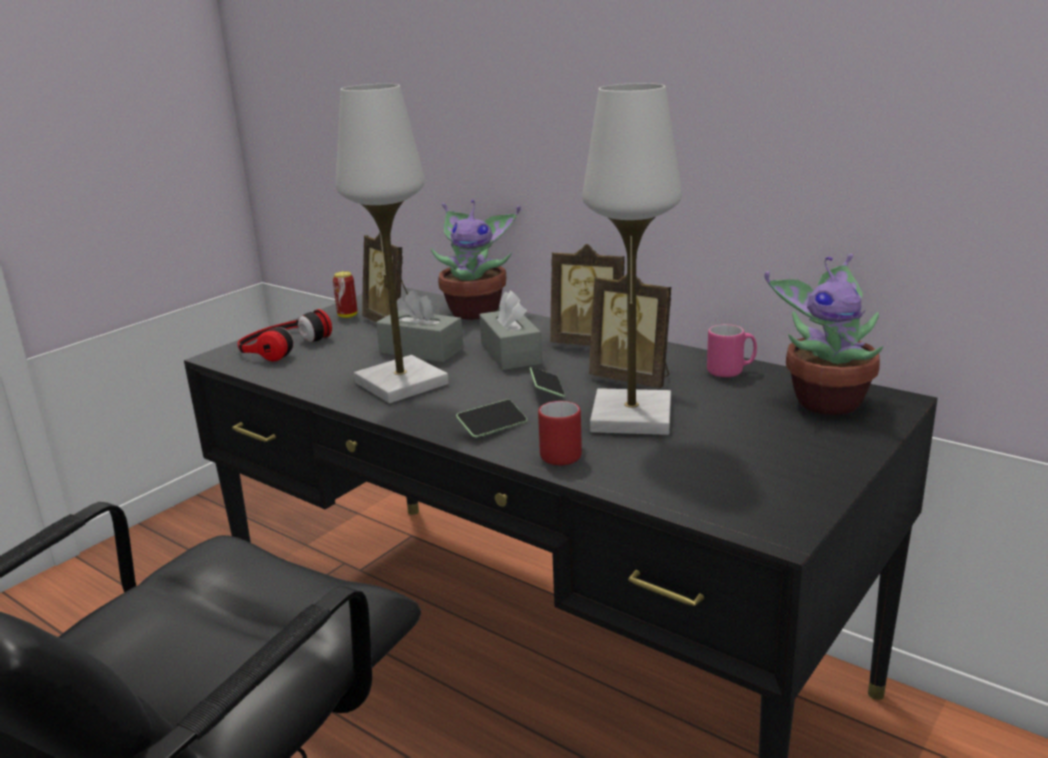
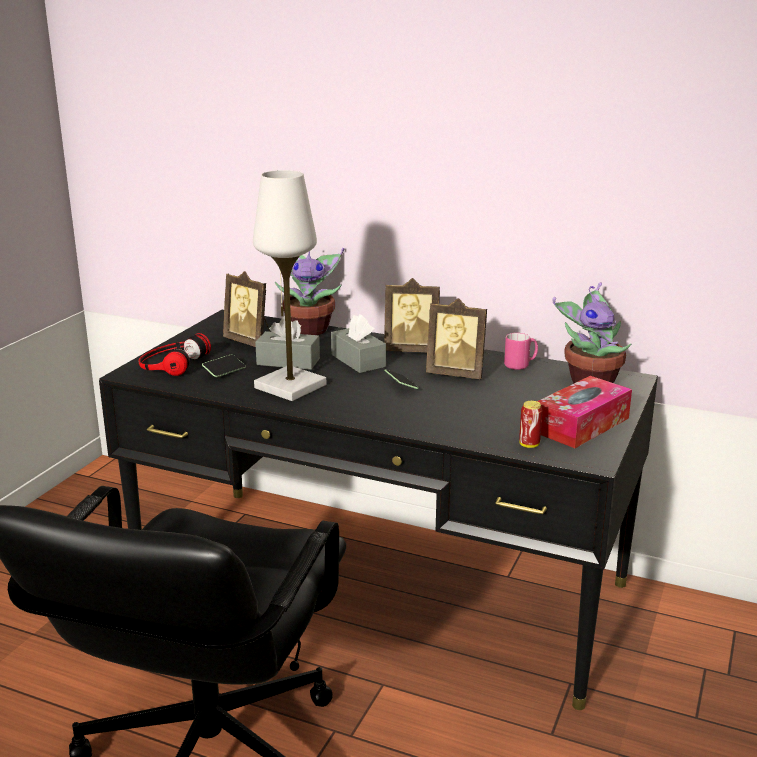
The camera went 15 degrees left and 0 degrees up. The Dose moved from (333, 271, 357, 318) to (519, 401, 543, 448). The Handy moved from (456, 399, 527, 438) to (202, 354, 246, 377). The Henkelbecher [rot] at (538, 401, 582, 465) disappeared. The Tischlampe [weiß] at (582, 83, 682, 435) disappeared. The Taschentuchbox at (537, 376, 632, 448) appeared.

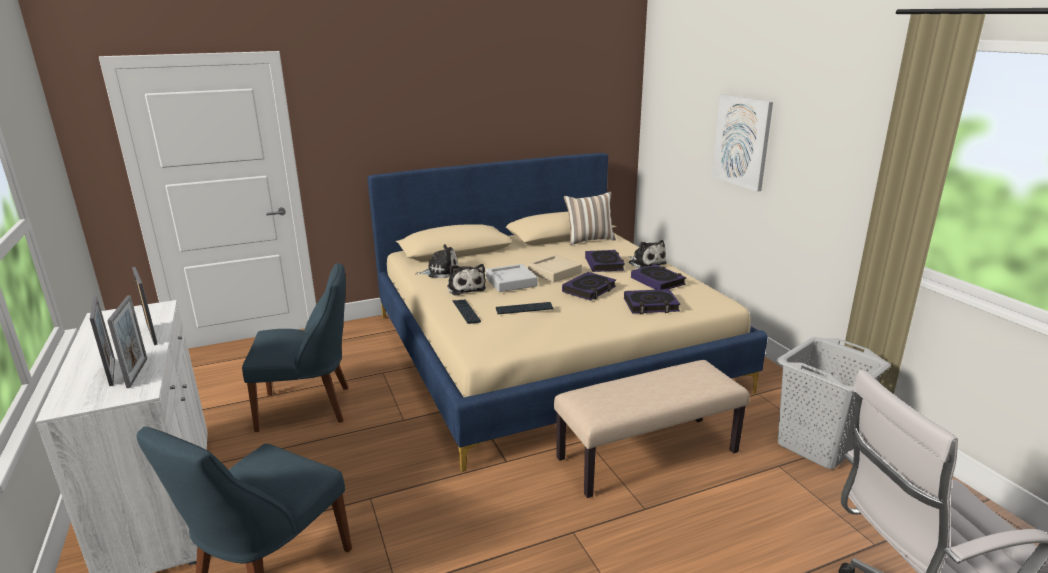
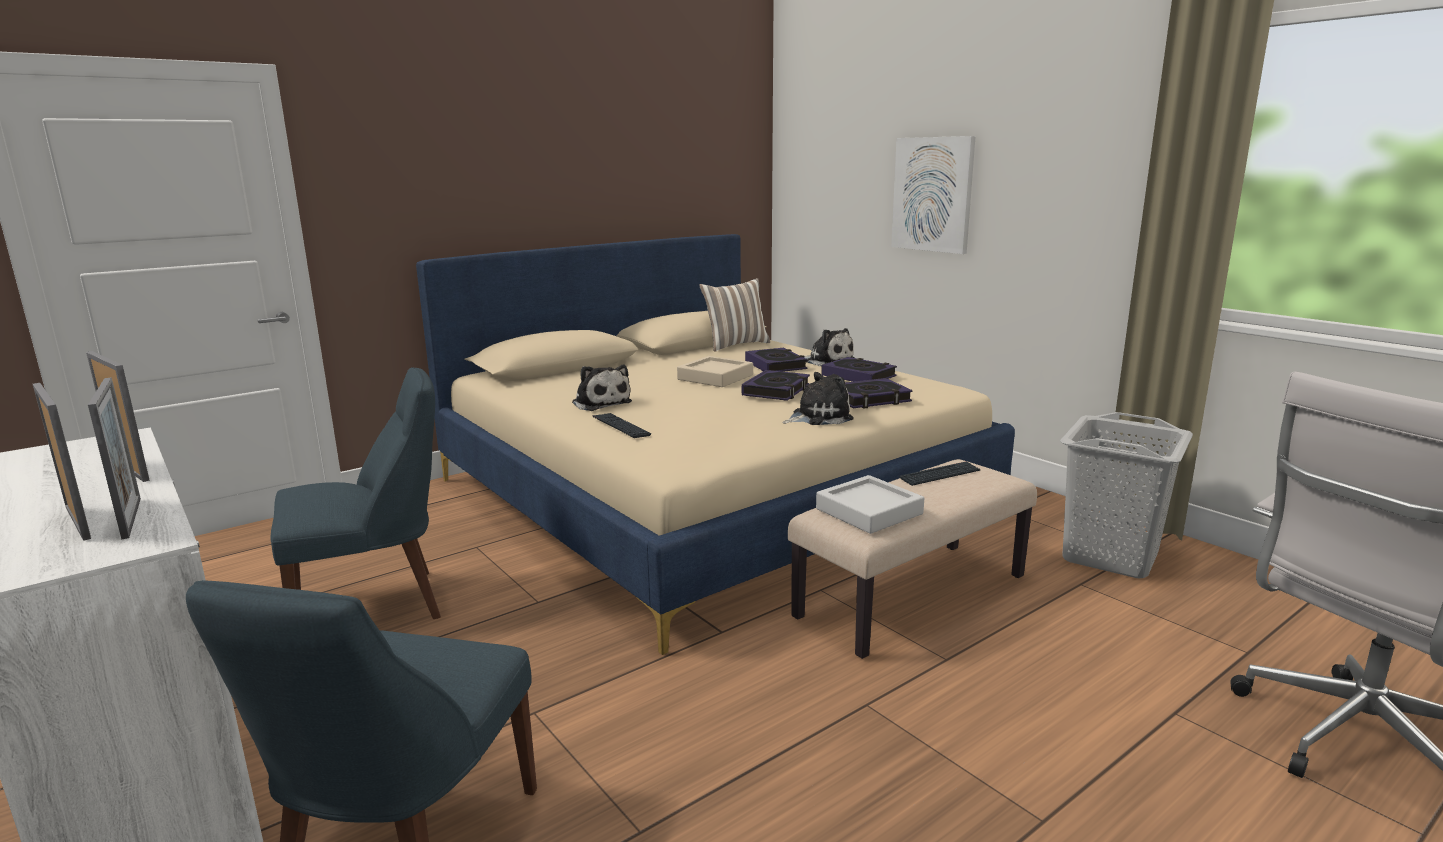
The camera went 15 degrees left and 5 degrees down. The Plüschtier moved from (416, 244, 458, 278) to (782, 372, 854, 425). The Tablett [grau] moved from (486, 264, 537, 292) to (816, 475, 924, 534). The Tastatur moved from (496, 302, 554, 314) to (900, 461, 981, 486).

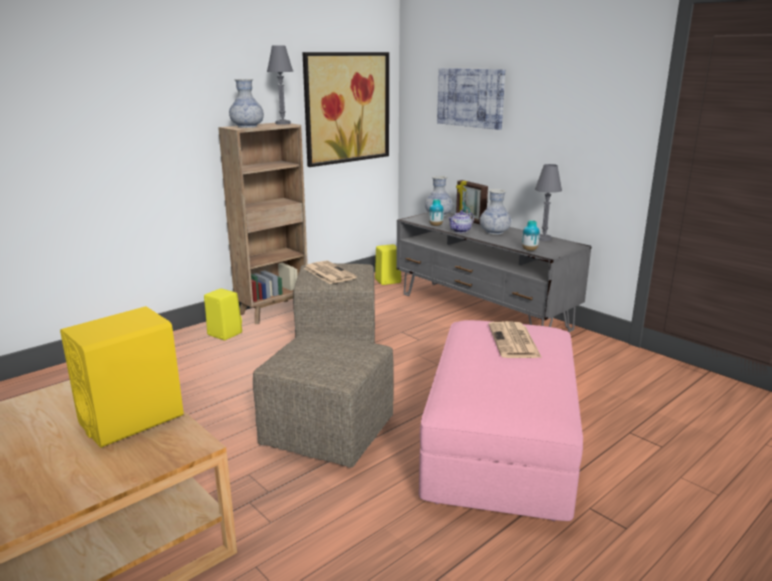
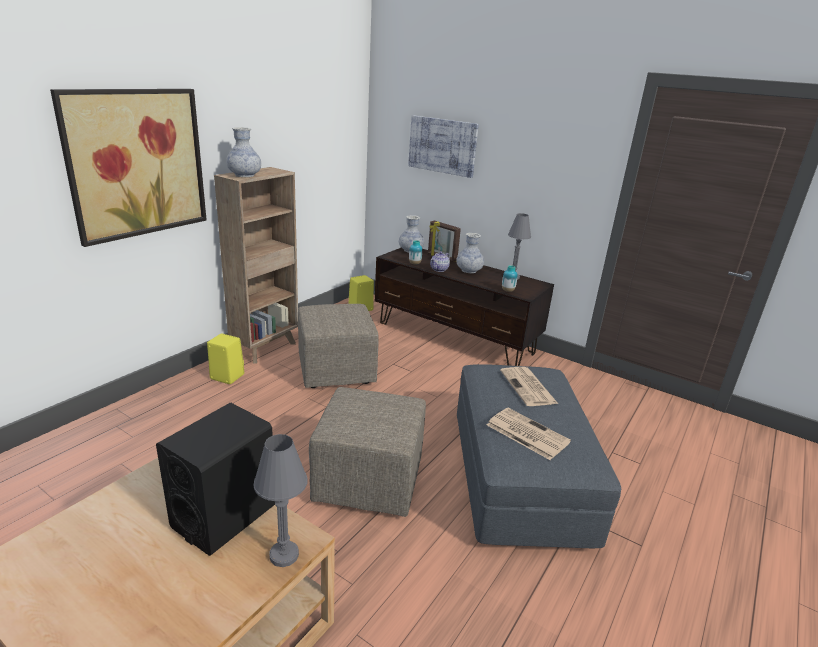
The camera went 15 degrees left and 5 degrees up. The Lautsprecher [gelb] at (60, 306, 184, 448) became the Lautsprecher [schwarz] at (156, 403, 275, 556). The Tischlampe [grau] moved from (267, 46, 293, 125) to (253, 434, 308, 567). The Bild moved from (302, 52, 389, 167) to (50, 89, 207, 247). The Zeitung moved from (303, 261, 357, 284) to (487, 408, 571, 460). The Fernsehschrank [grau] at (396, 213, 591, 332) became the Fernsehschrank [braun] at (375, 248, 554, 366). The Polsterhocker [rosa] at (419, 320, 583, 521) became the Polsterhocker [grau] at (457, 364, 621, 548).

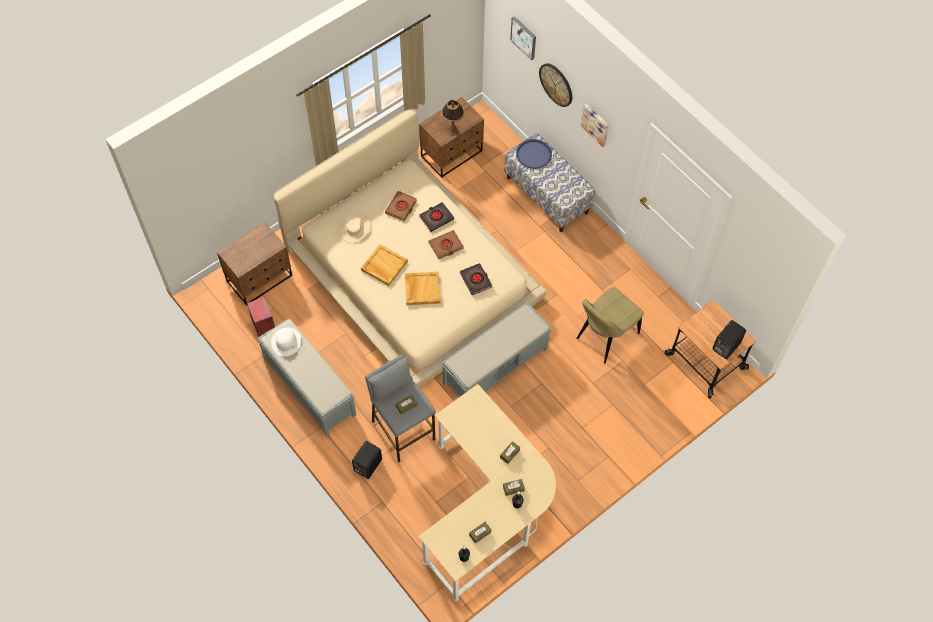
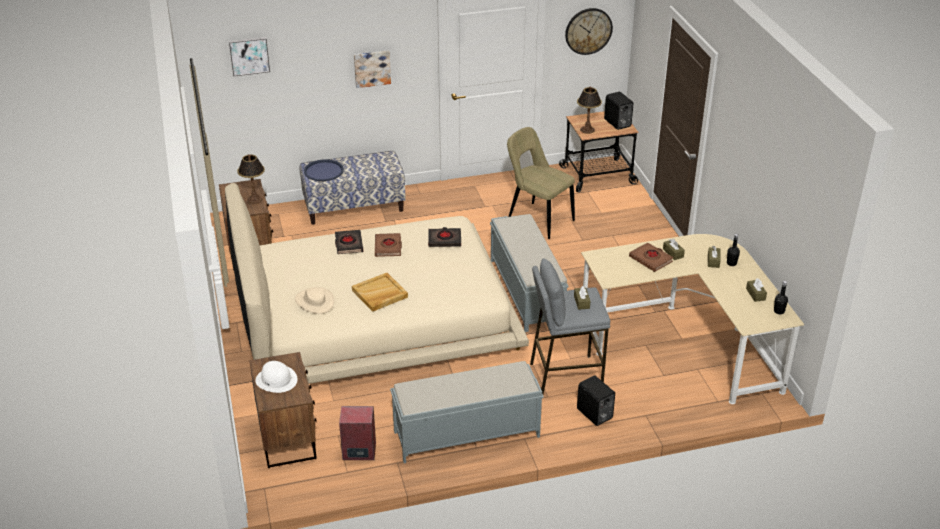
The camera went 65 degrees left and 25 degrees down. The Hut [weiß] moved from (271, 327, 301, 356) to (255, 361, 298, 393). The Buch [braun] moved from (385, 191, 417, 221) to (629, 243, 673, 272). The Tablett [beige] at (405, 272, 441, 305) disappeared. The Wanduhr moved from (539, 63, 572, 107) to (565, 8, 613, 55). The Stuhl [beige] at (576, 287, 644, 363) turned 150 degrees clockwise. The Tischlampe at (577, 87, 602, 134) appeared.

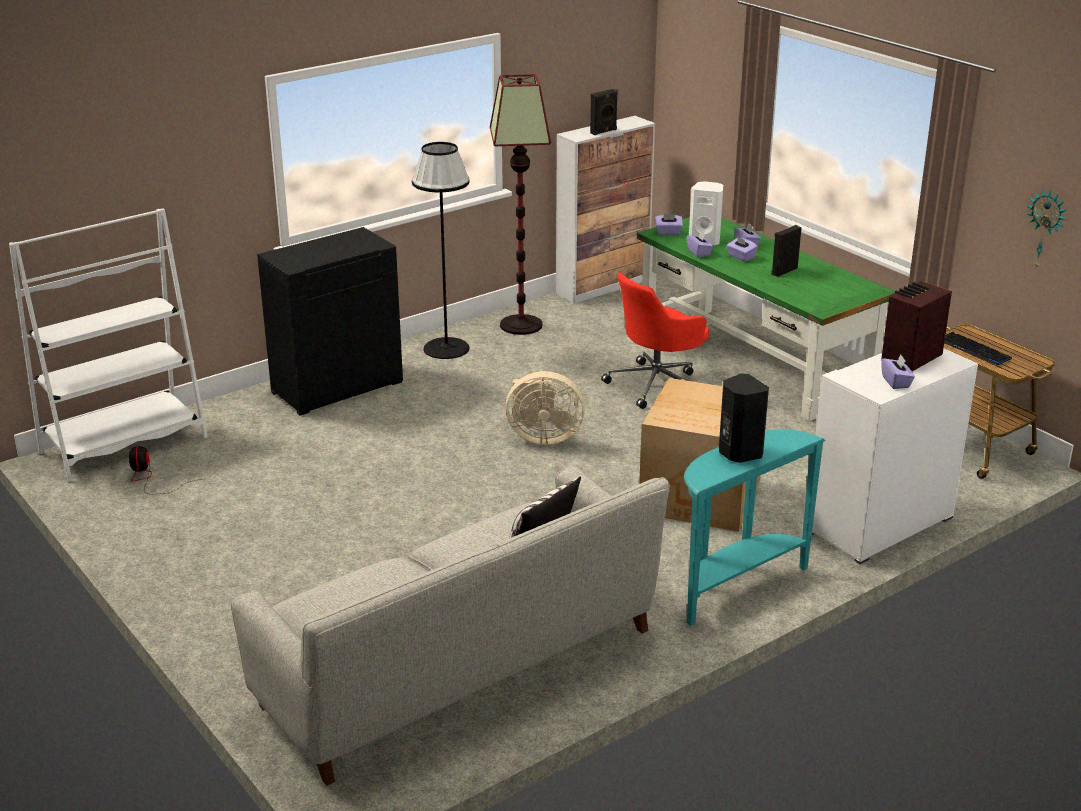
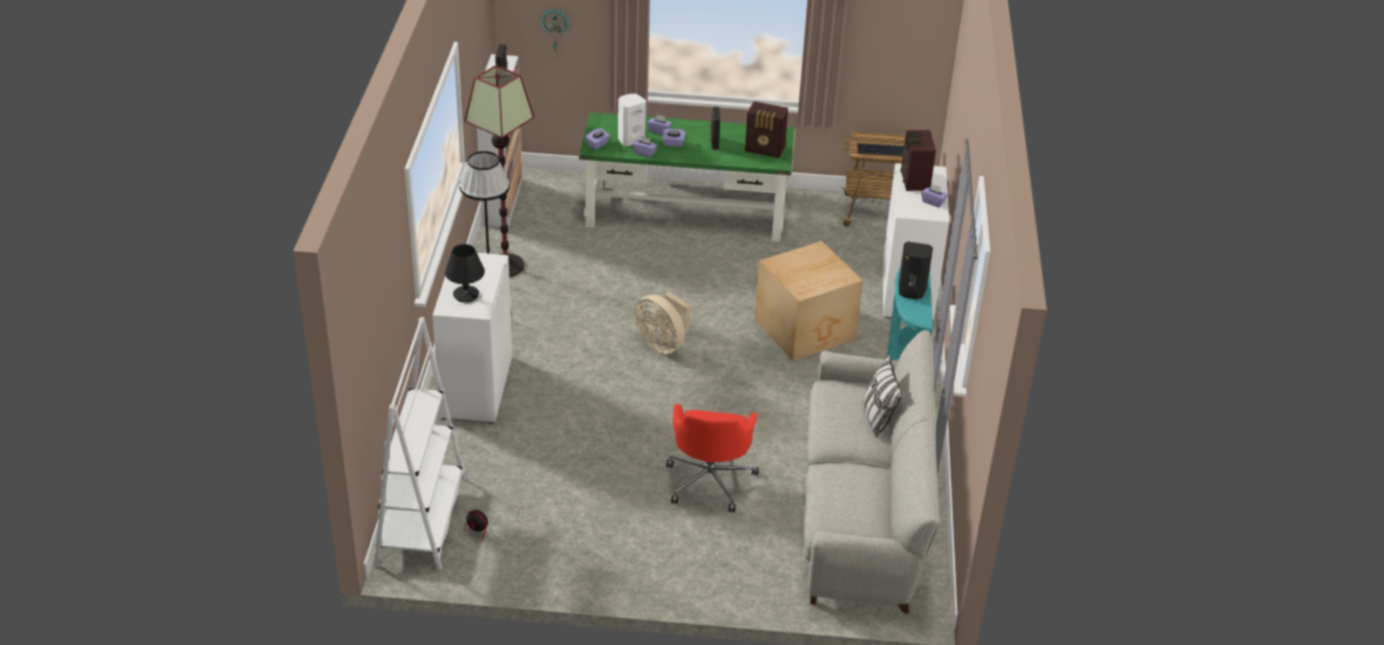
The camera went 50 degrees left and 10 degrees up. The Schrank [schwarz] at (257, 227, 403, 415) became the Schrank [weiß] at (432, 253, 513, 424). The Ventilator [beige] at (505, 371, 585, 445) turned 90 degrees clockwise. The Bürostuhl [rot] moved from (601, 272, 710, 409) to (666, 404, 759, 512). The Wanduhr moved from (1027, 190, 1067, 269) to (540, 8, 571, 59). The Tischlampe [schwarz] at (445, 244, 485, 302) appeared. The Radio at (745, 101, 788, 158) appeared.

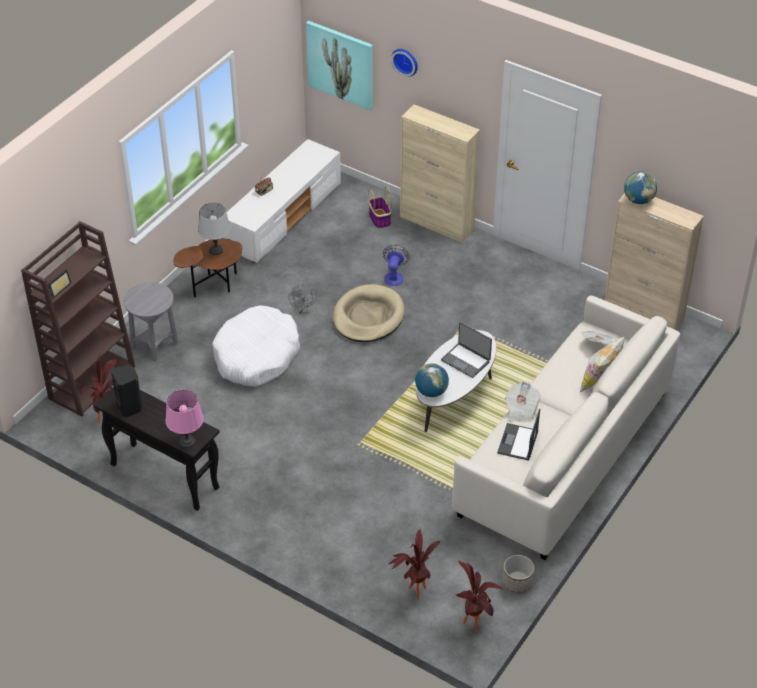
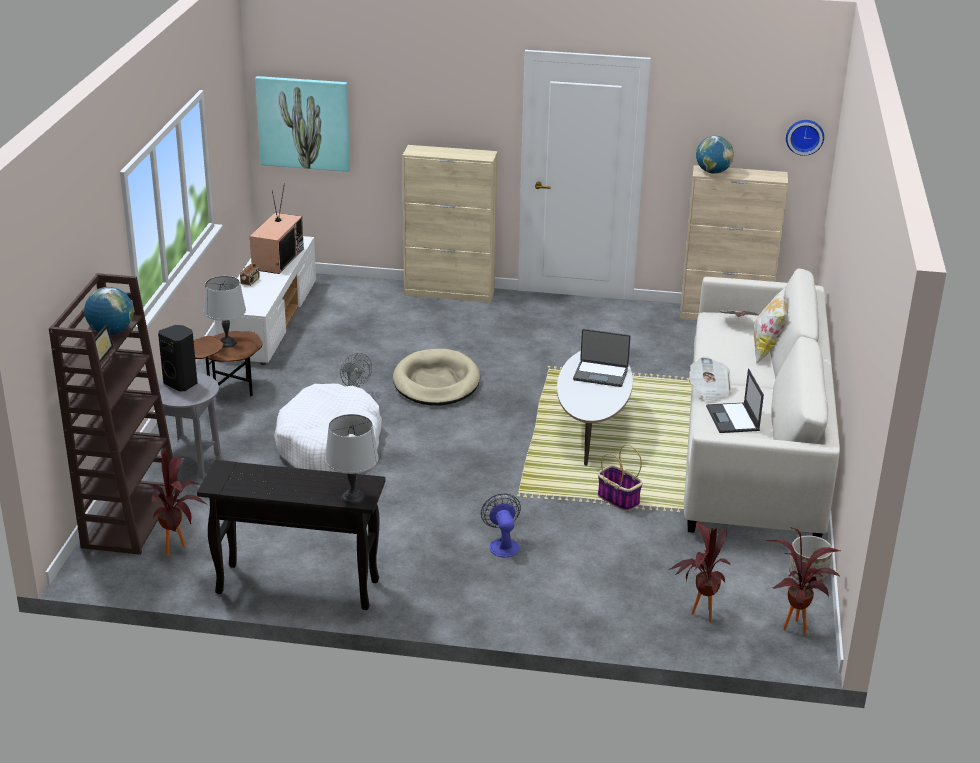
The camera went 25 degrees left and 15 degrees down. The Lautsprecher [schwarz] moved from (111, 365, 142, 417) to (158, 325, 197, 392). The Tischlampe [rosa] at (166, 390, 204, 448) became the Tischlampe [grau] at (325, 414, 379, 504). The Korb moved from (368, 186, 392, 229) to (598, 444, 643, 511). The Ventilator moved from (383, 245, 409, 286) to (481, 493, 521, 557). The Wanduhr moved from (391, 49, 418, 77) to (786, 120, 824, 156). The Globus moved from (415, 364, 449, 397) to (84, 287, 134, 335). The Fernseher at (250, 184, 304, 274) appeared.

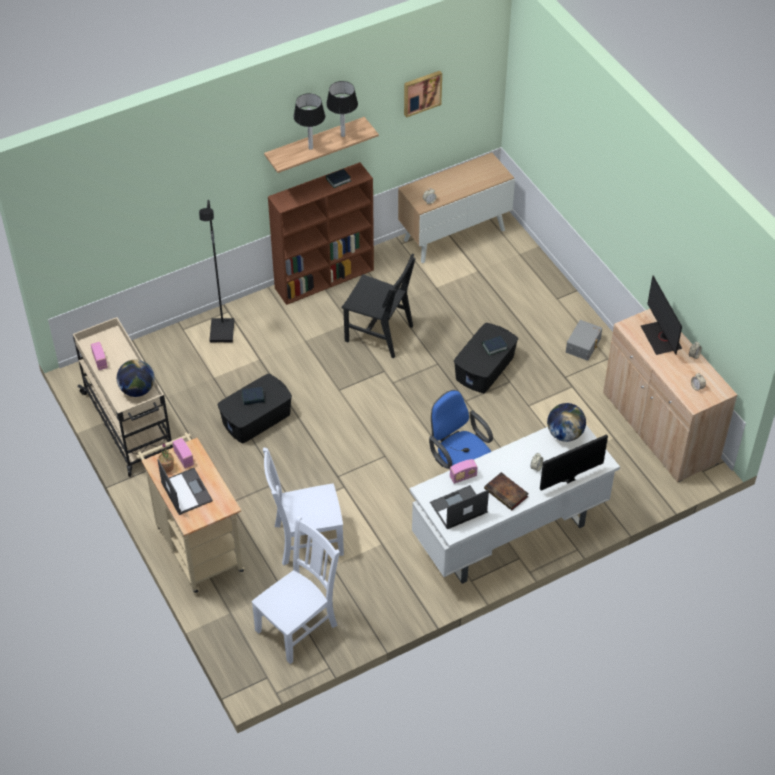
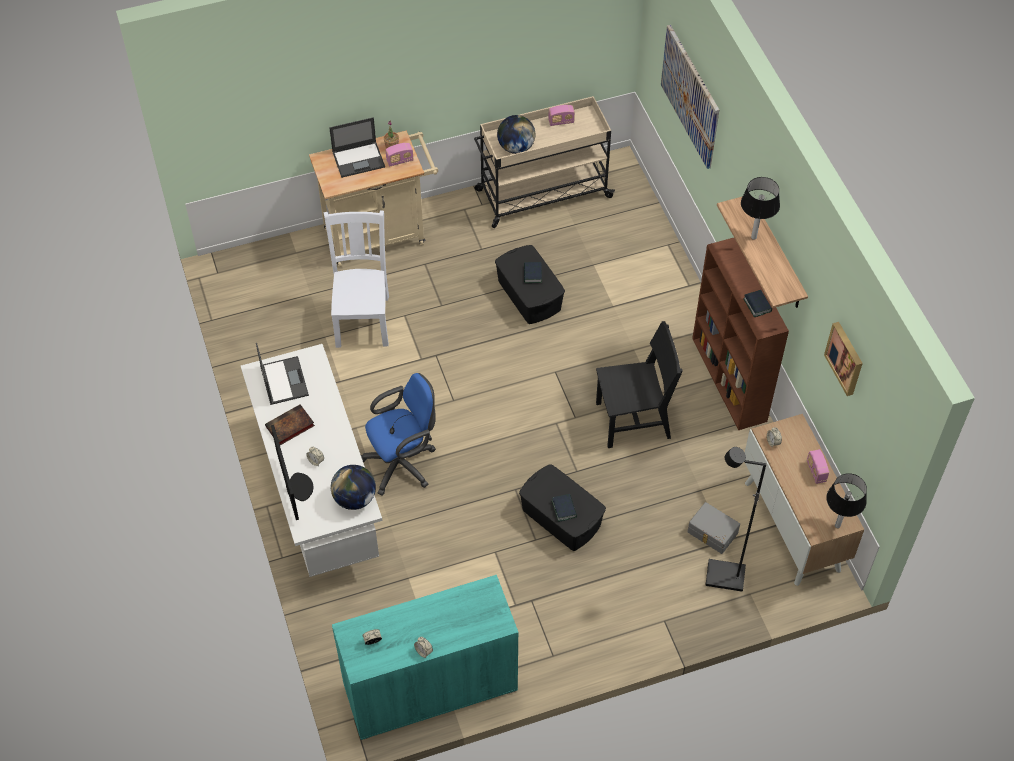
The camera went 100 degrees right and 5 degrees up. The Stehlampe [schwarz] moved from (199, 200, 234, 343) to (705, 447, 766, 592). The Stuhl [weiß] at (251, 516, 340, 664) disappeared. The Tischlampe moved from (326, 81, 358, 137) to (826, 473, 867, 528). The Stuhl [schwarz] at (342, 254, 416, 358) turned 135 degrees counterclockwise. The Radio moved from (450, 459, 478, 484) to (807, 449, 829, 484). The Aufbewahrungsbox [grau] moved from (566, 320, 602, 361) to (687, 502, 740, 554). The Schrank [beige] at (603, 309, 737, 482) became the Schrank [türkis] at (332, 575, 519, 740). The Monitor at (641, 276, 682, 355) disappeared. The Bild at (661, 25, 719, 169) appeared.

